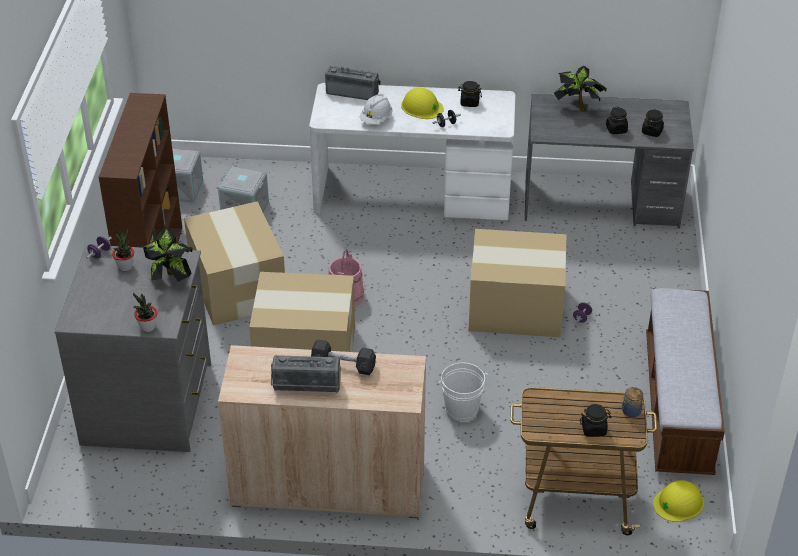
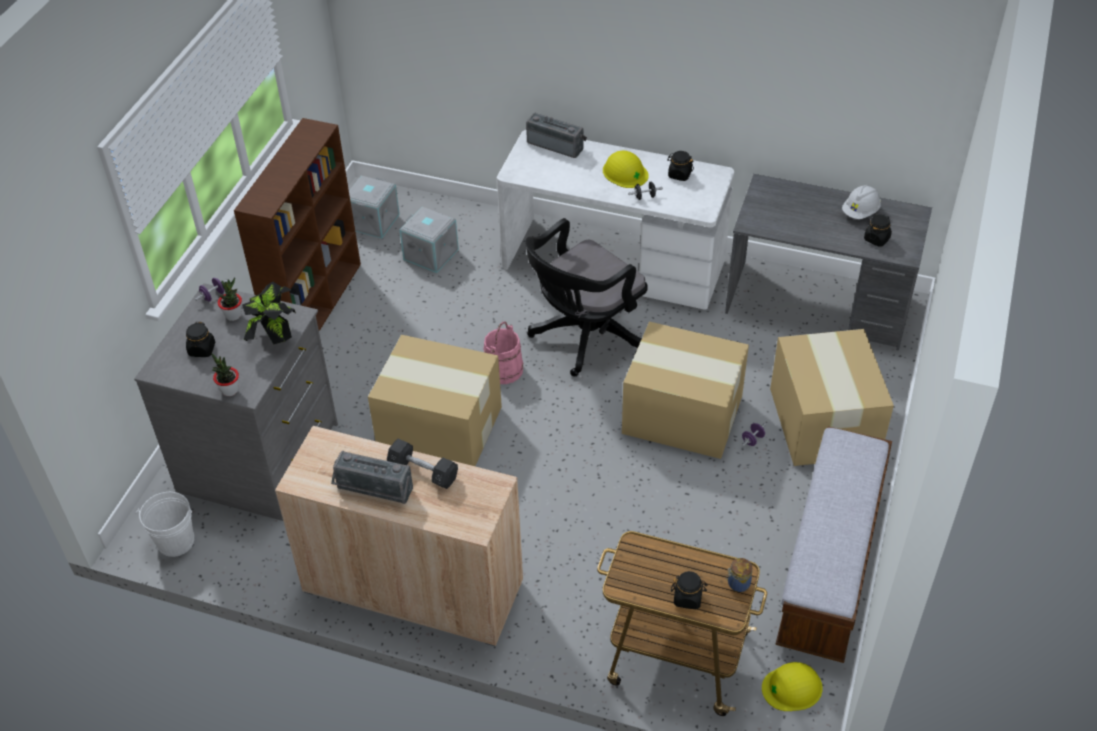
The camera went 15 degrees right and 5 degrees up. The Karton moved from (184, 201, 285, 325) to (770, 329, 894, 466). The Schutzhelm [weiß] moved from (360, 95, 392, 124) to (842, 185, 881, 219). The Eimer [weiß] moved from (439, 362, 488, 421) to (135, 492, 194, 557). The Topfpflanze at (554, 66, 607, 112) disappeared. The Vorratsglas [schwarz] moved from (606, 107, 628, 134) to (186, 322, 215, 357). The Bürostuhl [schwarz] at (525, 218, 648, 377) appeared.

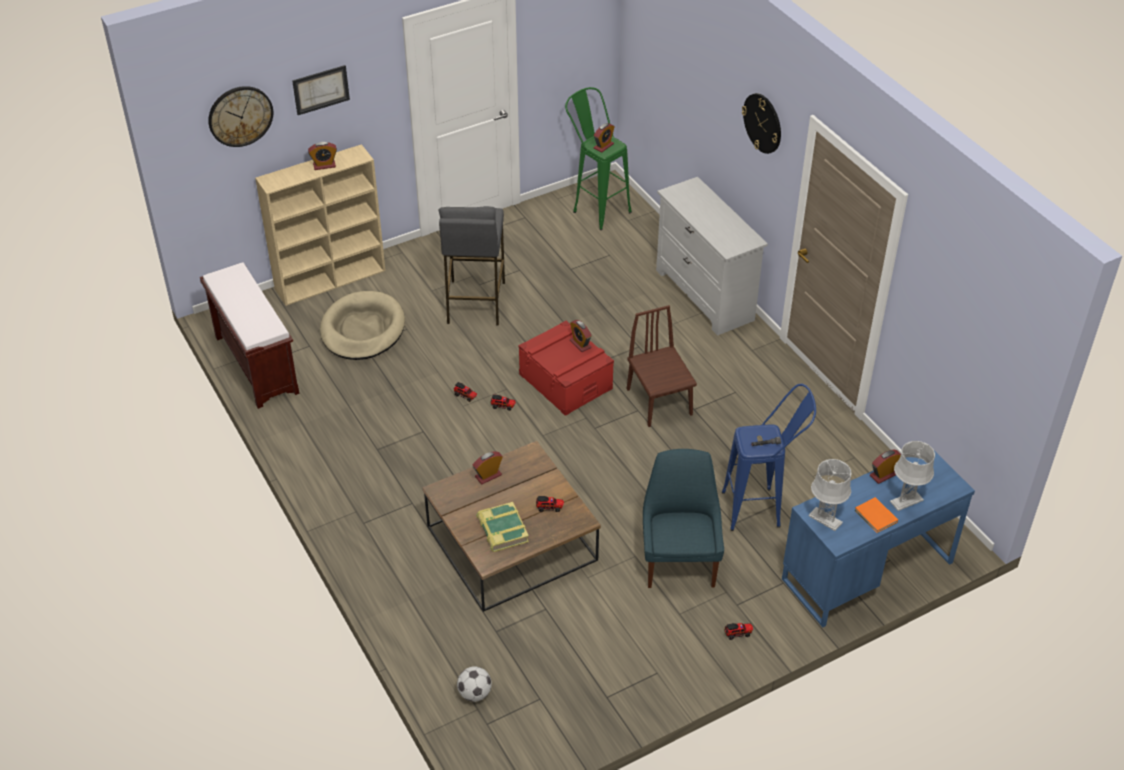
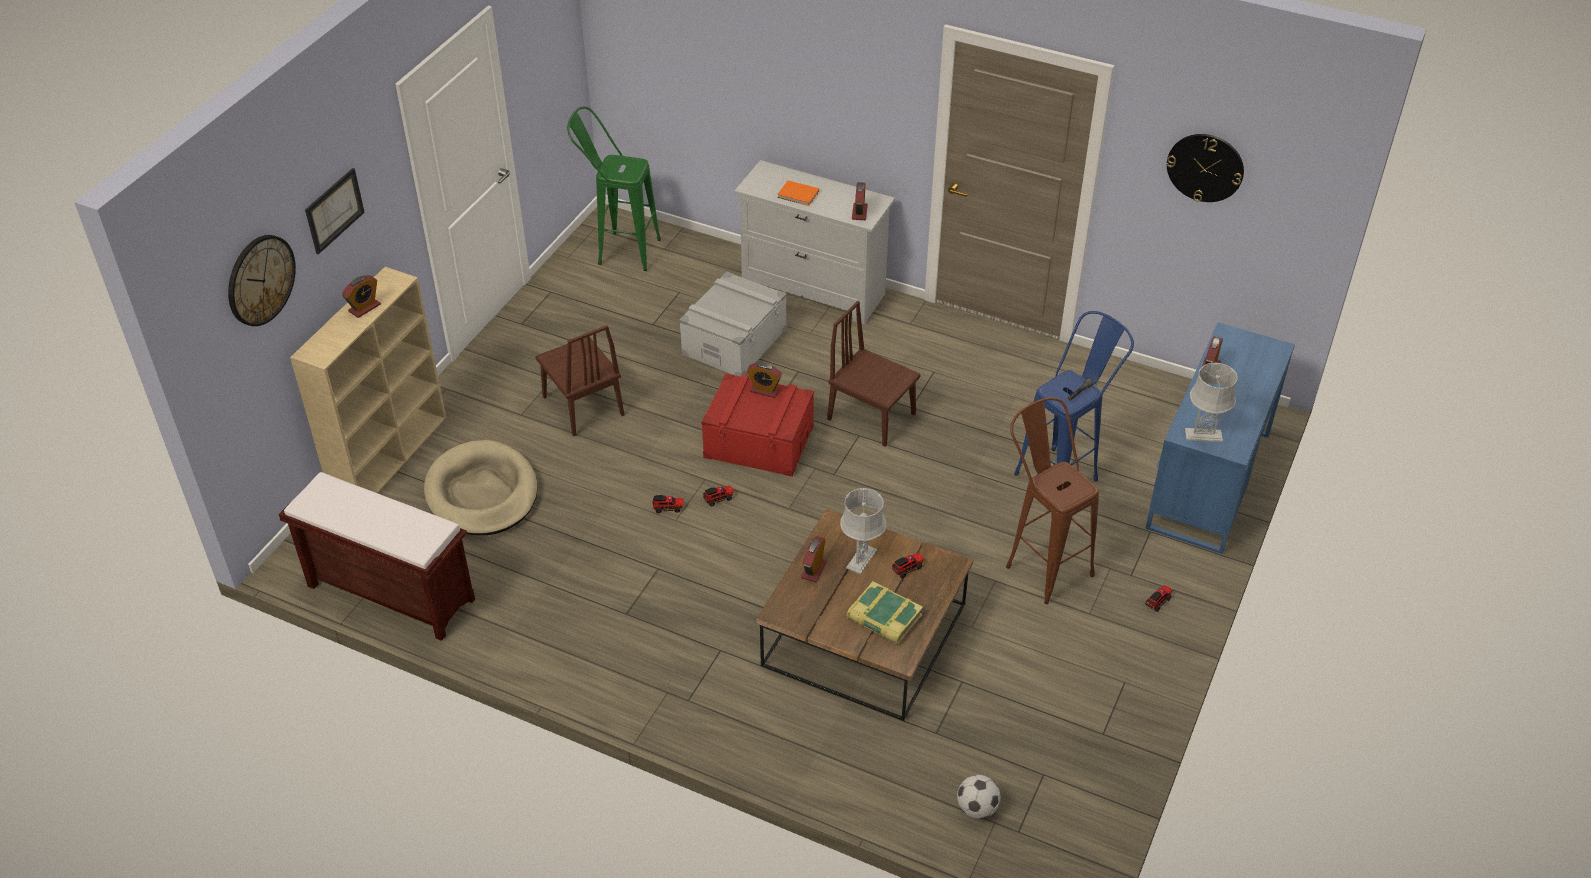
The camera went 35 degrees left and 0 degrees up. The Hocker [grau] at (438, 206, 505, 326) was replaced by the Stuhl [braun] at (535, 325, 624, 436). The Wecker moved from (594, 123, 614, 153) to (852, 182, 868, 220). The Stuhl [blau] at (643, 449, 724, 588) was replaced by the Hocker [braun] at (1006, 397, 1099, 604). The Wanduhr moved from (742, 93, 781, 154) to (1167, 134, 1244, 202). The Buch [orange] moved from (855, 497, 898, 533) to (777, 180, 819, 206). The Tischlampe [grau] moved from (890, 441, 935, 511) to (840, 488, 886, 574). The Aufbewahrungsbox [grau] at (679, 271, 787, 376) appeared.

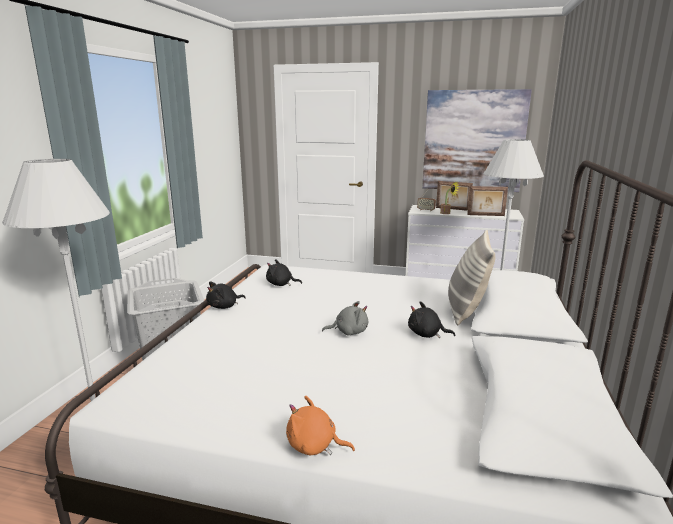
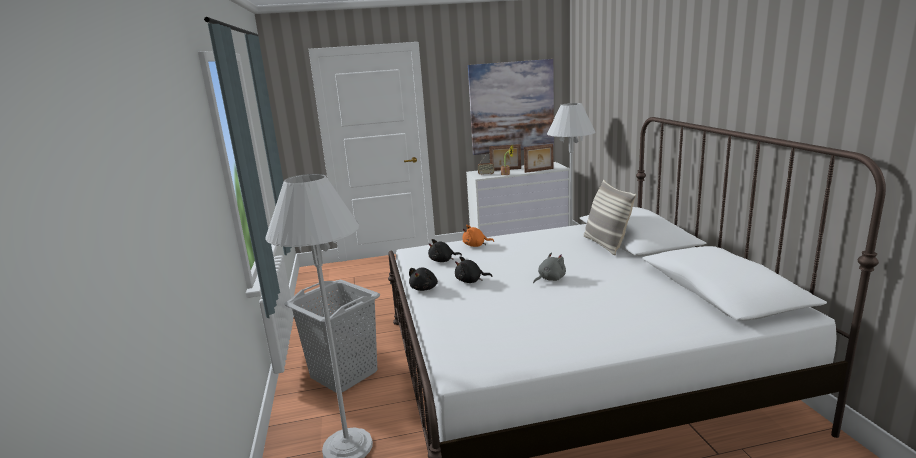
The camera went 25 degrees left and 0 degrees up. The Plüschtier [orange] moved from (286, 396, 355, 455) to (462, 225, 494, 247). The Plüschtier [schwarz] moved from (408, 301, 455, 338) to (455, 256, 492, 283).

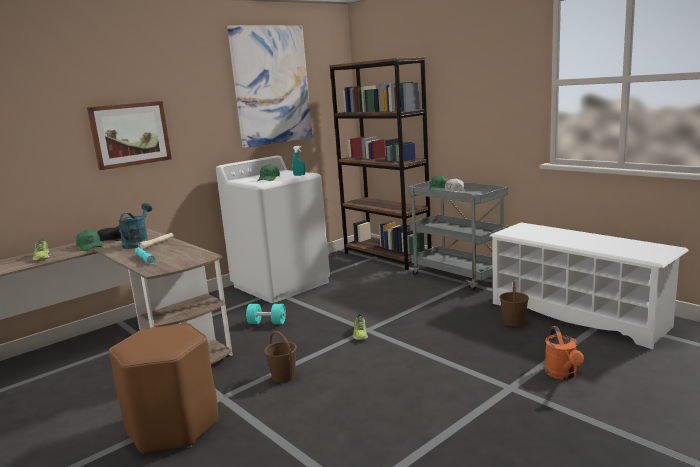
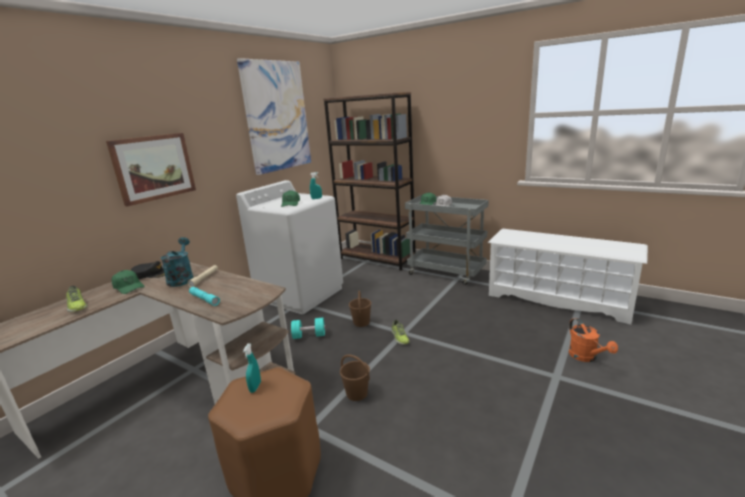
The camera went 15 degrees left and 5 degrees up. The Eimer [braun] moved from (499, 281, 529, 327) to (349, 290, 371, 327). The Sprühflasche [türkis] at (243, 344, 261, 393) appeared.

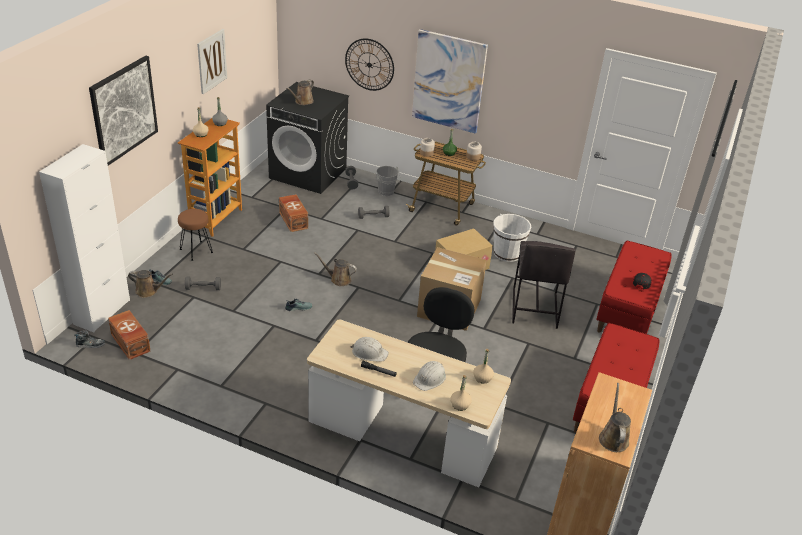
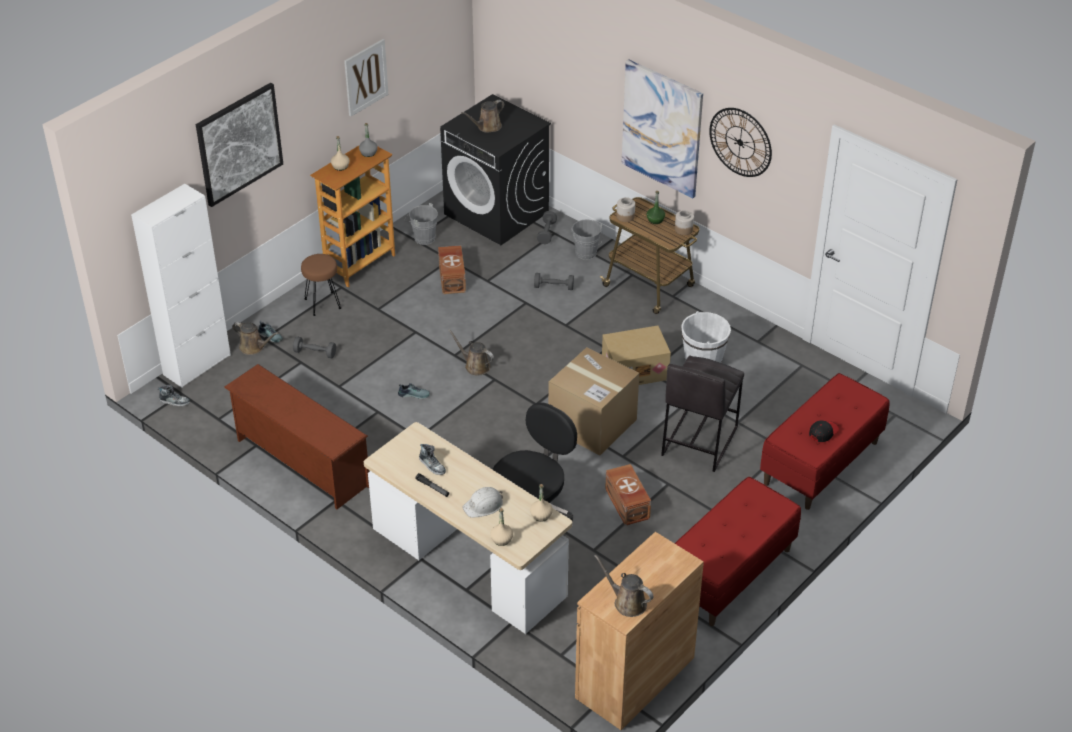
The camera went 20 degrees right and 5 degrees up. The Aufbewahrungsbox [braun] moved from (108, 310, 151, 360) to (605, 464, 651, 526). The Wanduhr moved from (345, 38, 394, 91) to (709, 108, 772, 177). The Schutzhelm [weiß] at (350, 337, 389, 362) was replaced by the Schuh at (419, 444, 446, 475). The Gießkanne [braun] at (599, 383, 631, 452) turned 75 degrees counterclockwise. The Schuhregal [braun] at (224, 364, 369, 509) appeared. The Eimer [grau] at (404, 203, 438, 245) appeared.

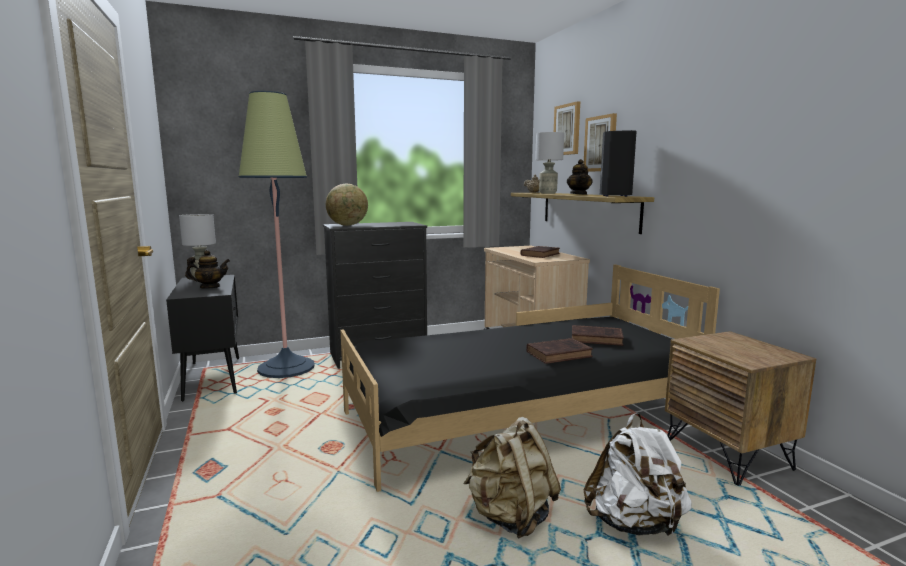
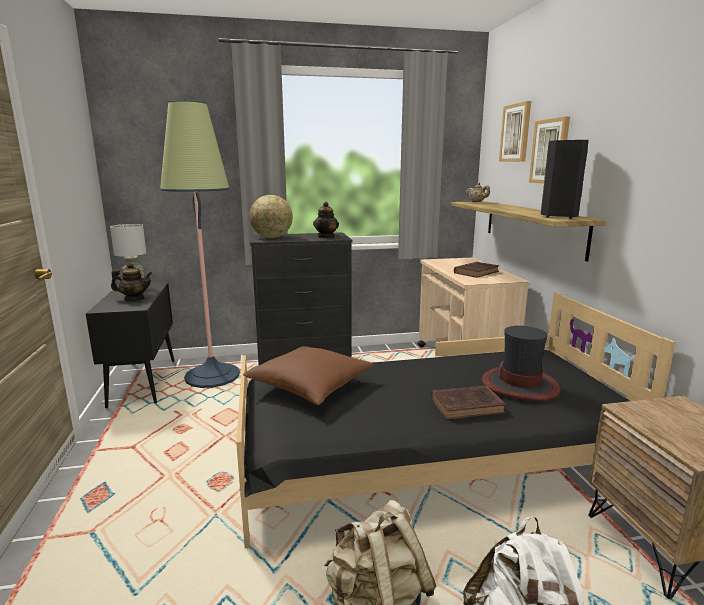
The camera went 10 degrees right and 5 degrees up. The Tischlampe [grau] at (535, 132, 564, 194) disappeared. The Teekanne moved from (567, 159, 593, 195) to (313, 202, 339, 238). The Buch [braun] at (572, 325, 624, 346) was replaced by the Hut at (482, 326, 560, 401). The Kissen [braun] at (243, 346, 373, 405) appeared.

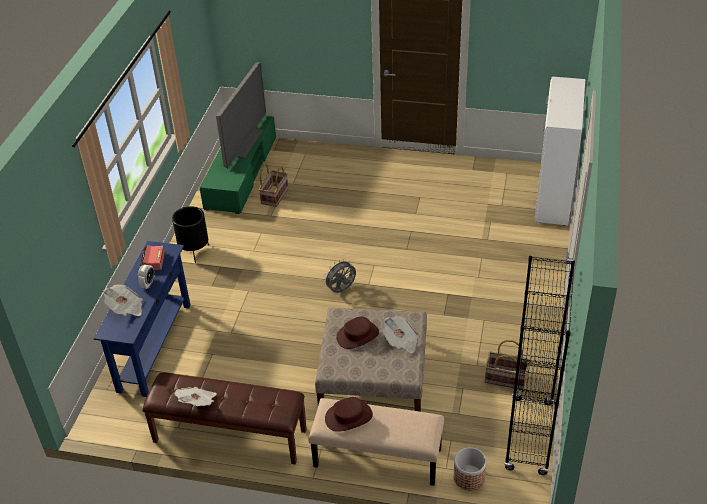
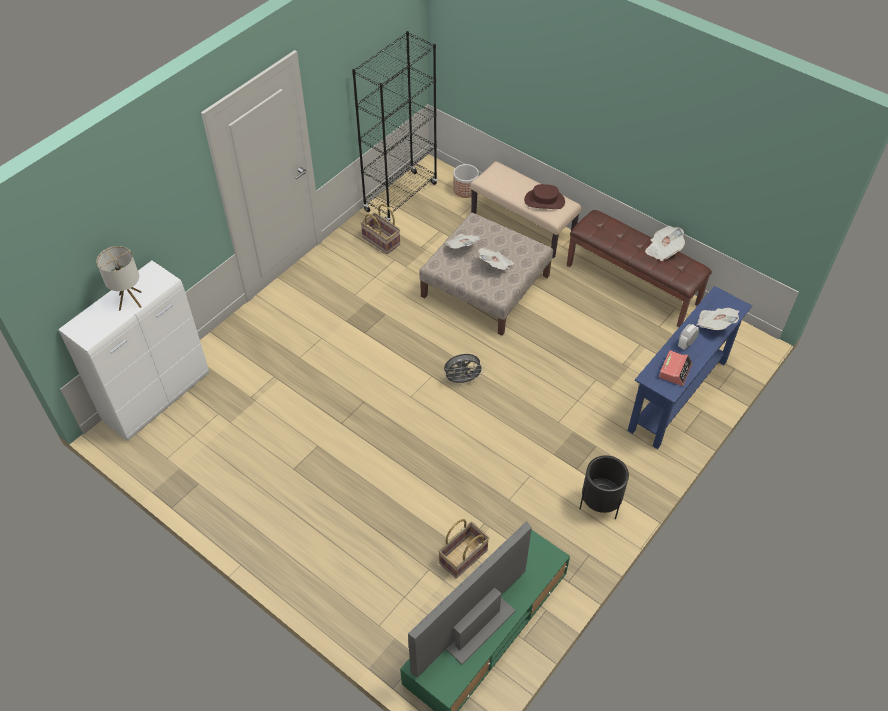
The camera went 155 degrees left and 10 degrees up. The Hut [braun] at (336, 316, 379, 349) was replaced by the Zeitung at (478, 248, 514, 270). The Tischlampe at (96, 246, 142, 311) appeared.

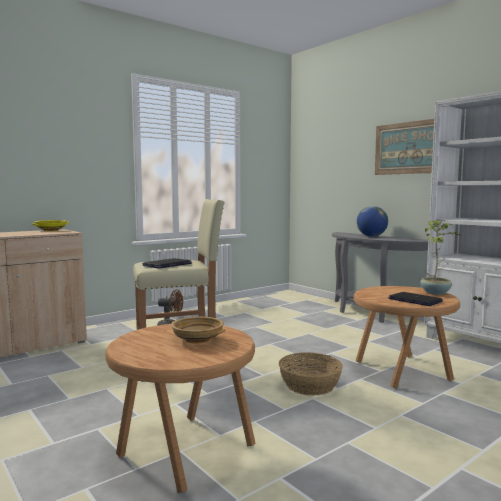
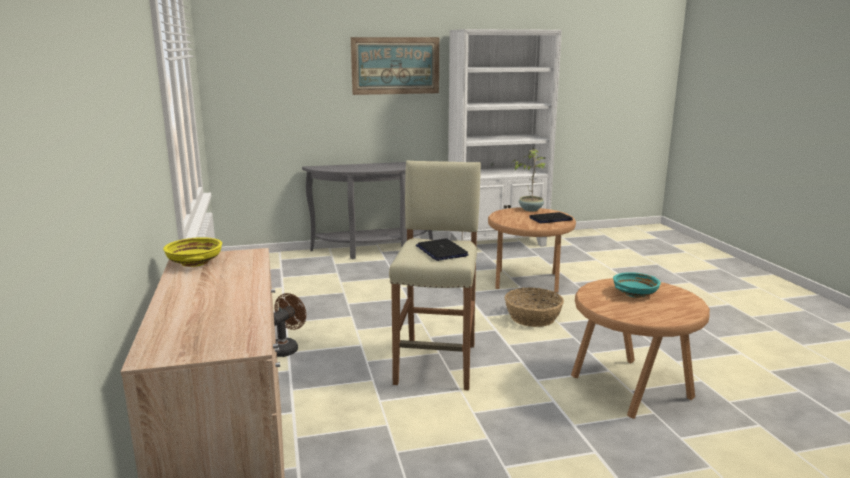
The camera went 65 degrees left and 10 degrees up. The Schüssel [beige] at (171, 317, 226, 344) became the Schüssel [türkis] at (613, 272, 661, 298). The Globus at (357, 206, 388, 237) disappeared.

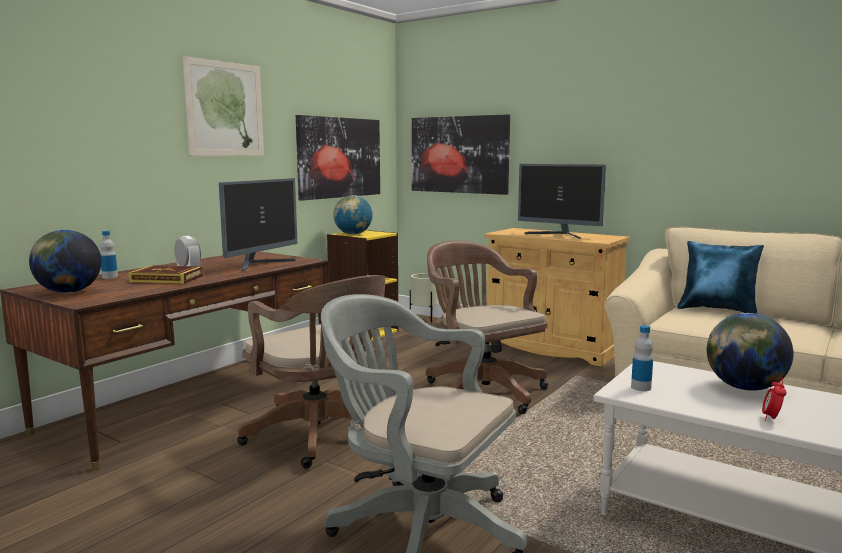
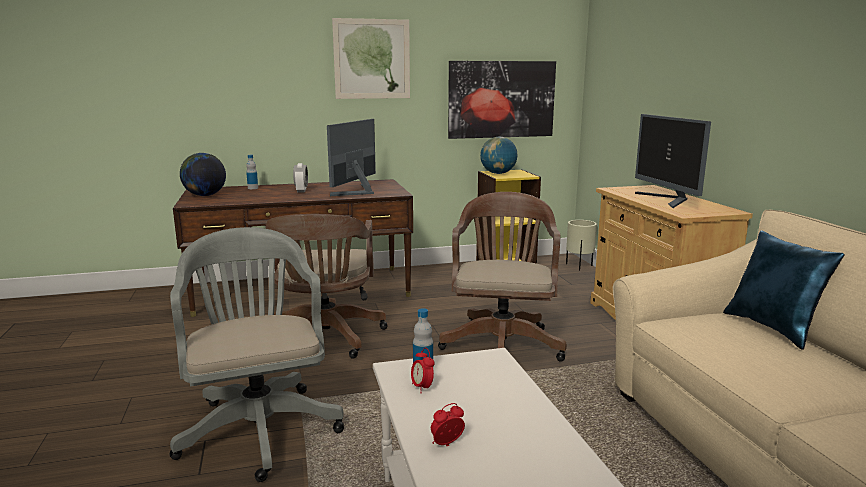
The camera went 40 degrees right and 5 degrees up. The Buch at (129, 265, 203, 284) disappeared. The Monitor at (219, 178, 297, 272) turned 135 degrees clockwise. The Bild at (412, 114, 510, 195) disappeared. The Globus at (707, 313, 794, 391) disappeared. The Wecker at (411, 348, 435, 389) appeared.

